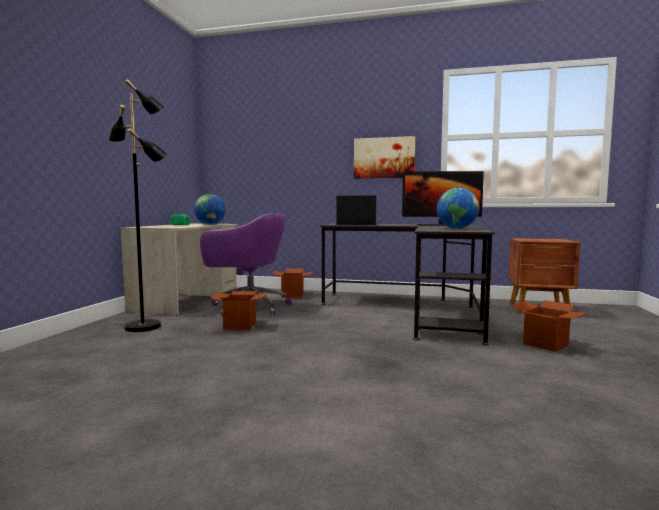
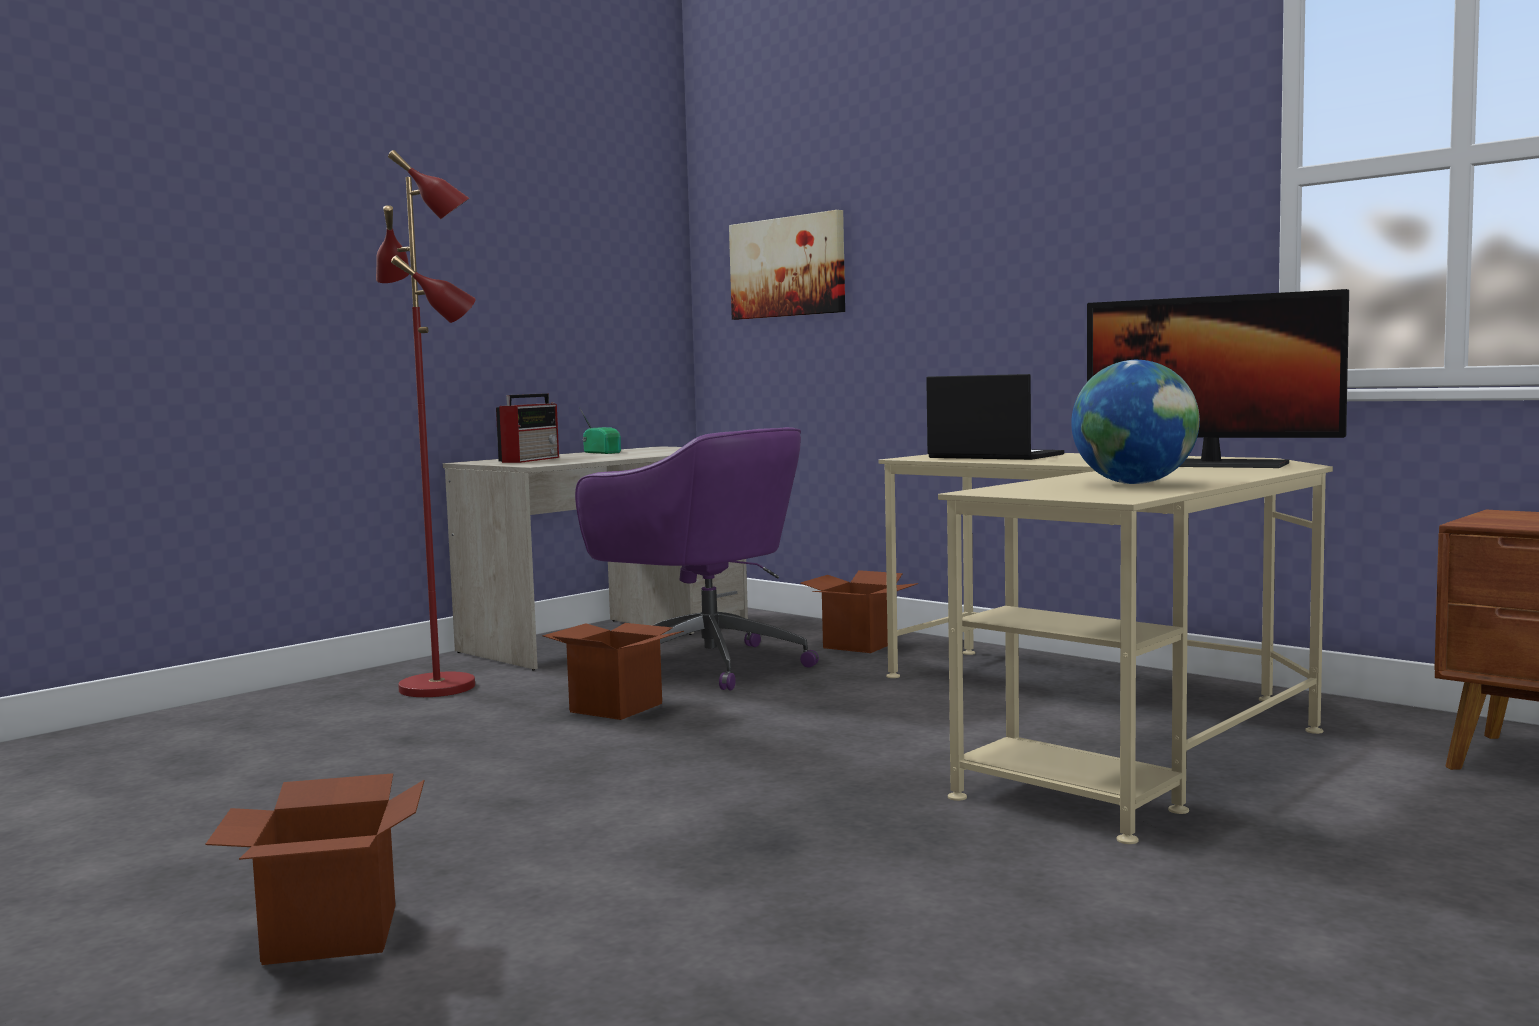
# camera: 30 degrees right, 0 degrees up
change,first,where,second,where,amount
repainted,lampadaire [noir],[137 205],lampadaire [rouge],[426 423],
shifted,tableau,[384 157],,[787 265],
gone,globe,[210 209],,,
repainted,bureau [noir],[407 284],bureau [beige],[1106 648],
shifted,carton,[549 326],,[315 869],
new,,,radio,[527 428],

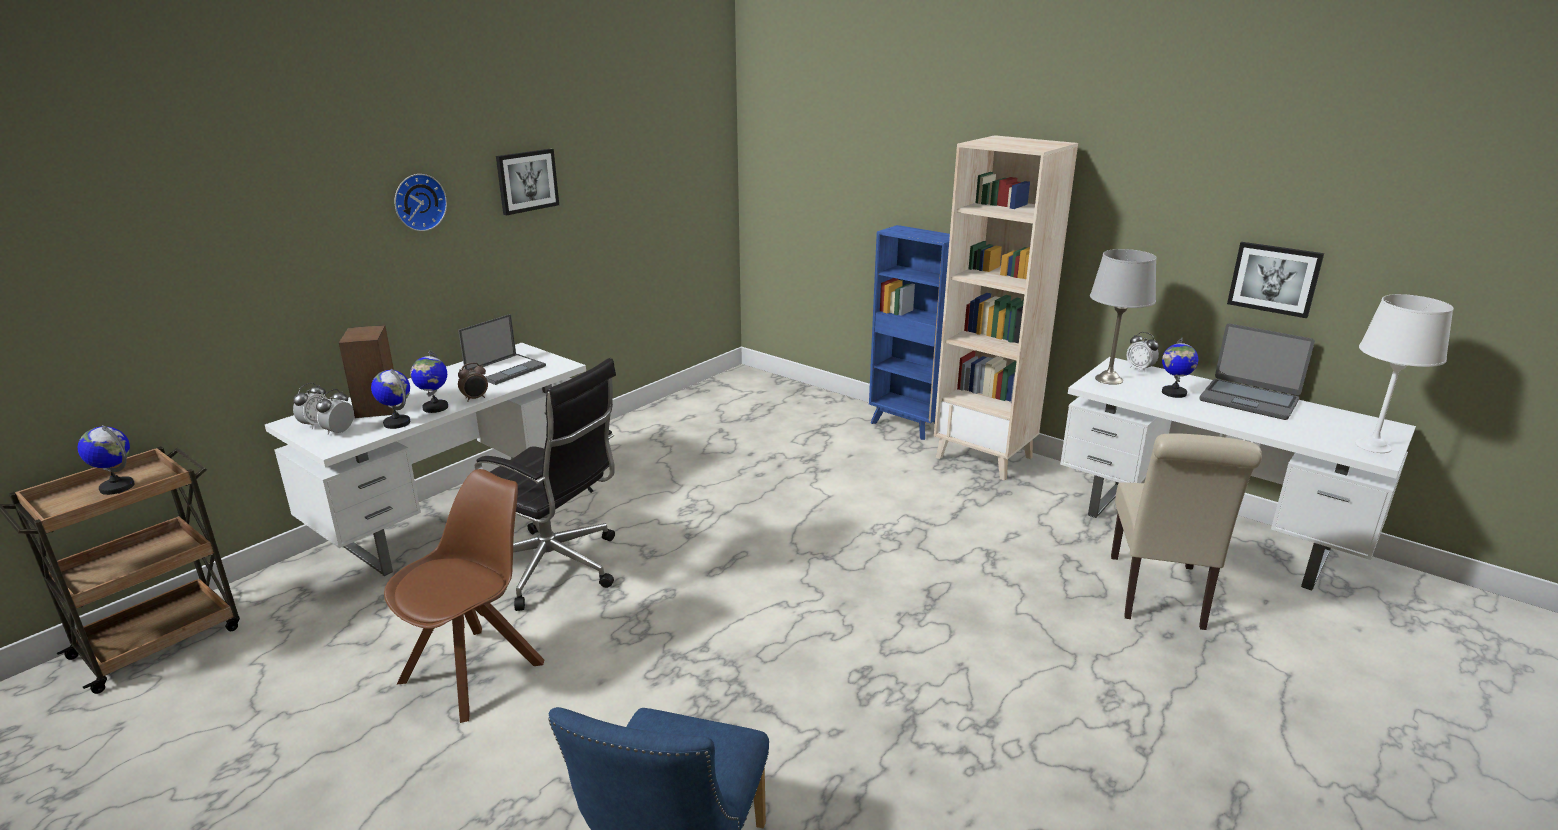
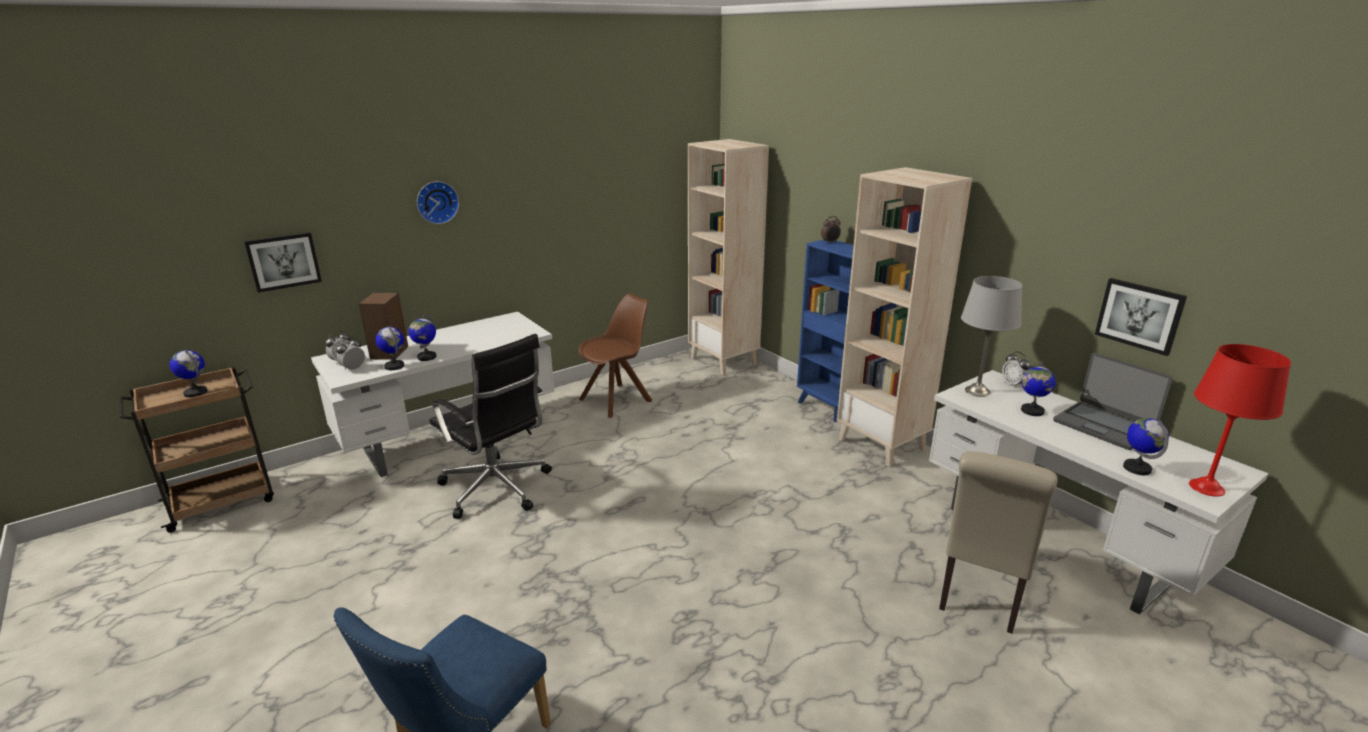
# camera: 15 degrees right, 0 degrees up
change,first,where,second,where,amount
shifted,tableau,[527 182],,[283 262],
repainted,lampe de table [blanc],[1404 373],lampe de table [rouge],[1240 420],
gone,ordinateur portable,[502 349],,,
shifted,réveil,[473 382],,[831 230],
shifted,chaise [marron],[464 596],,[615 355],
new,,,bibliothèque [beige],[728 257],
new,,,globe,[1146 446],

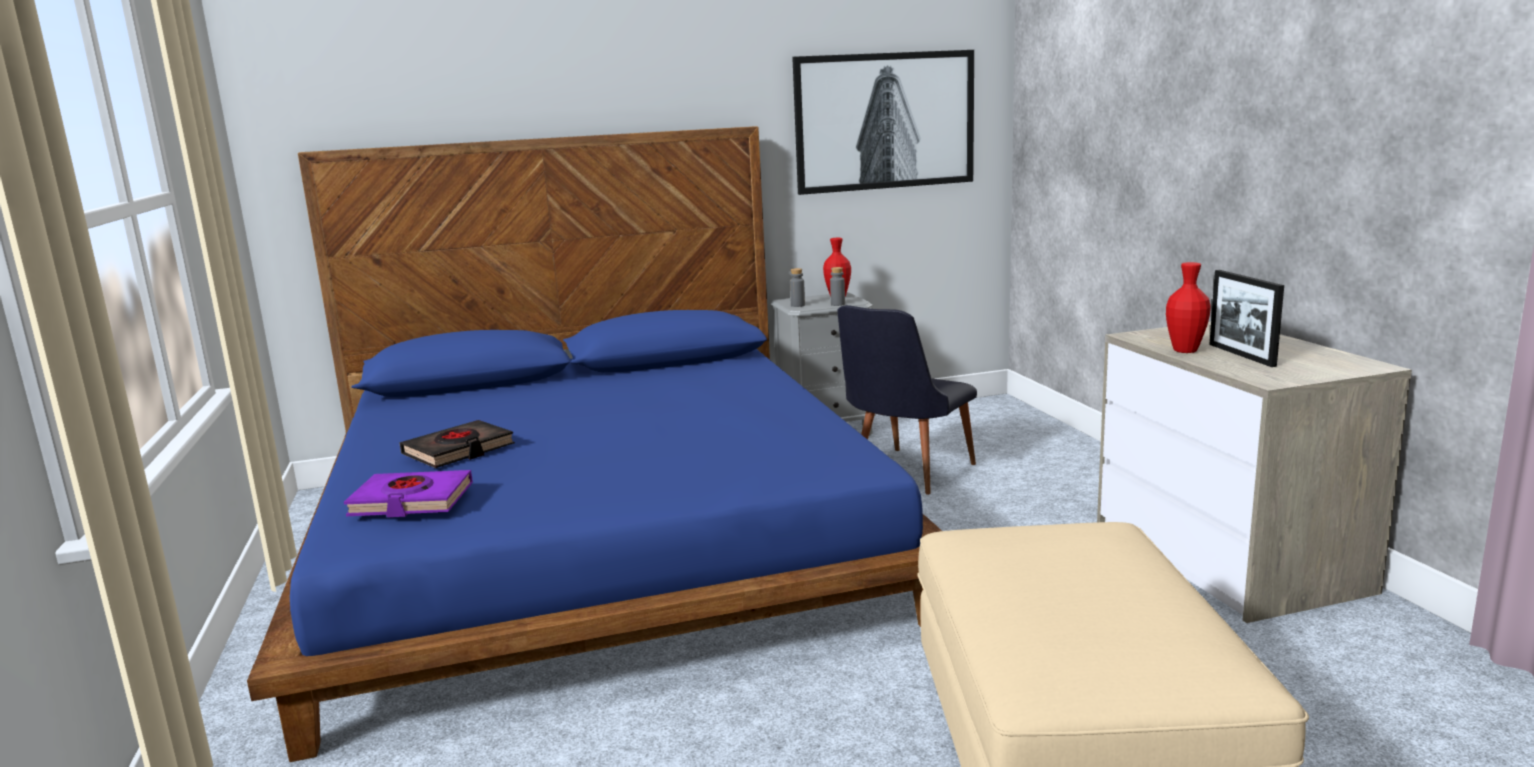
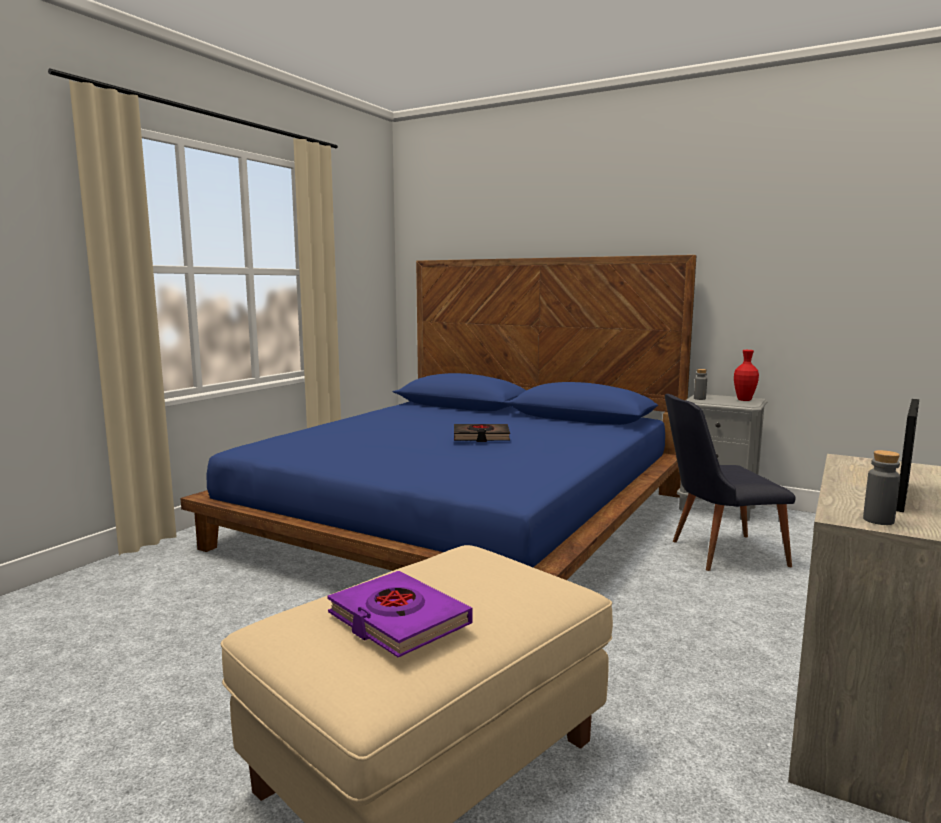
# camera: 45 degrees right, 5 degrees down
change,first,where,second,where,amount
gone,tableau,[883 122],,,
gone,vase [rouge],[1188 307],,,
shifted,bouteille [gris],[837 286],,[881 487],
shifted,livre [noir],[457 444],,[482 433],
shifted,livre [violet],[408 493],,[399 614],

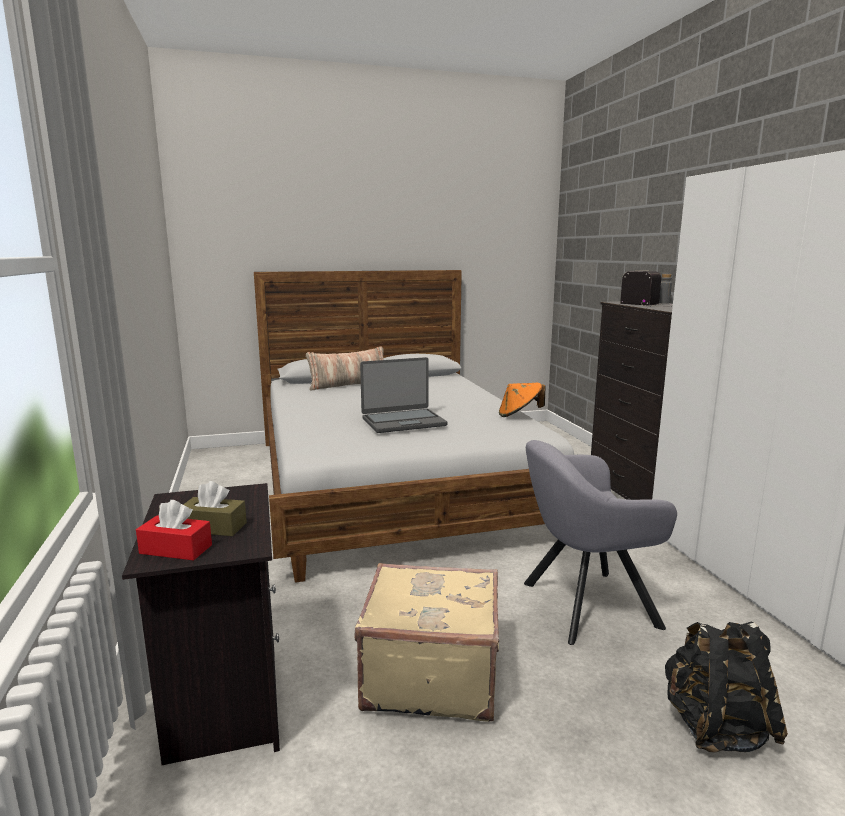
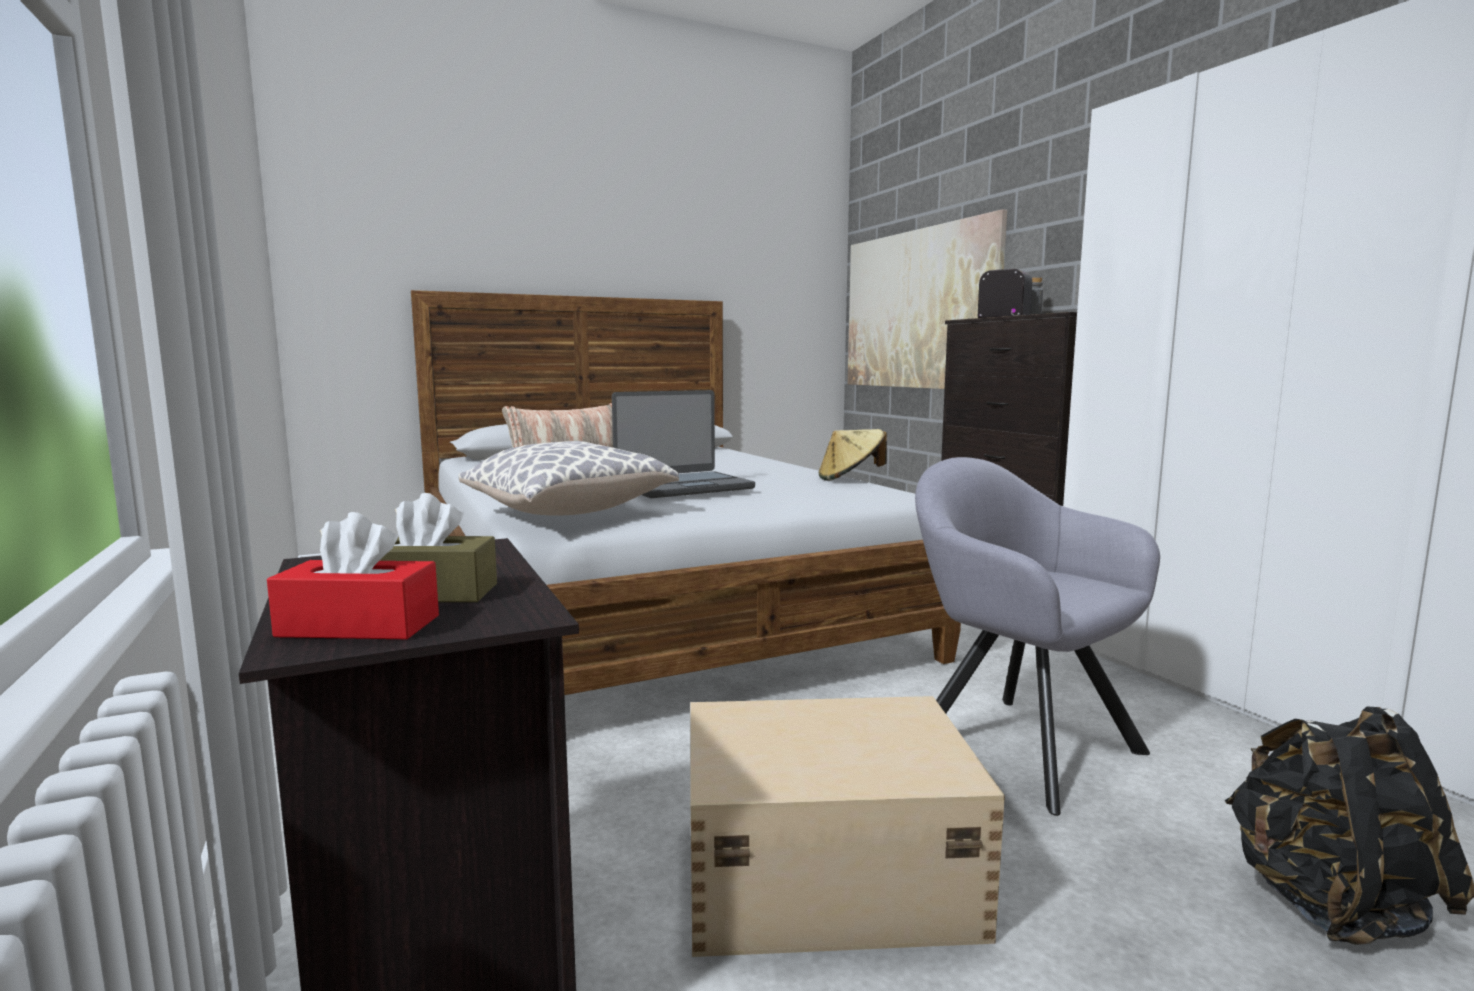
# camera: 10 degrees left, 5 degrees down
change,first,where,second,where,amount
repainted,chapeau [orange],[522 400],chapeau [beige],[853 455],
rotated,fauteuil [gris],[600 542],,[1037 636],75 degrees clockwise
swapped,valise [beige],[426 642],boîte de rangement [beige],[847 826],
new,,,tableau,[927 299],
new,,,coussin,[569 478],

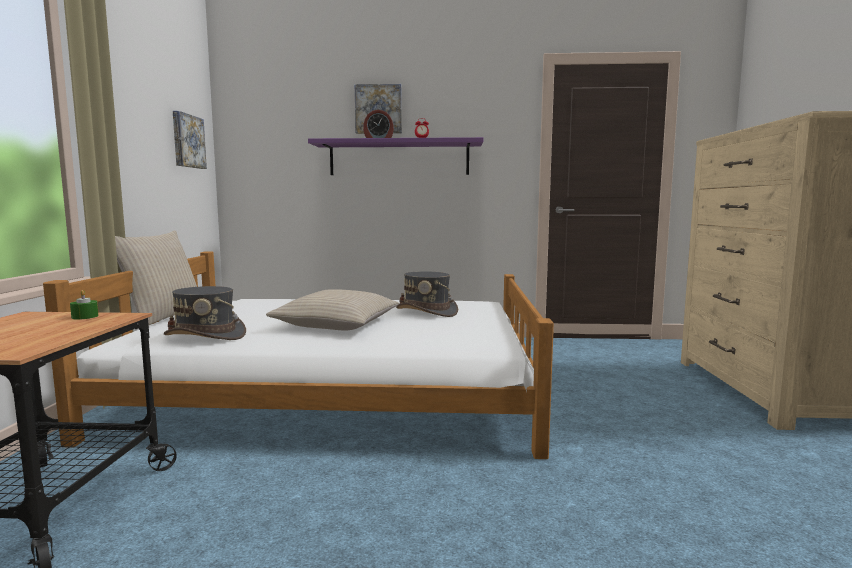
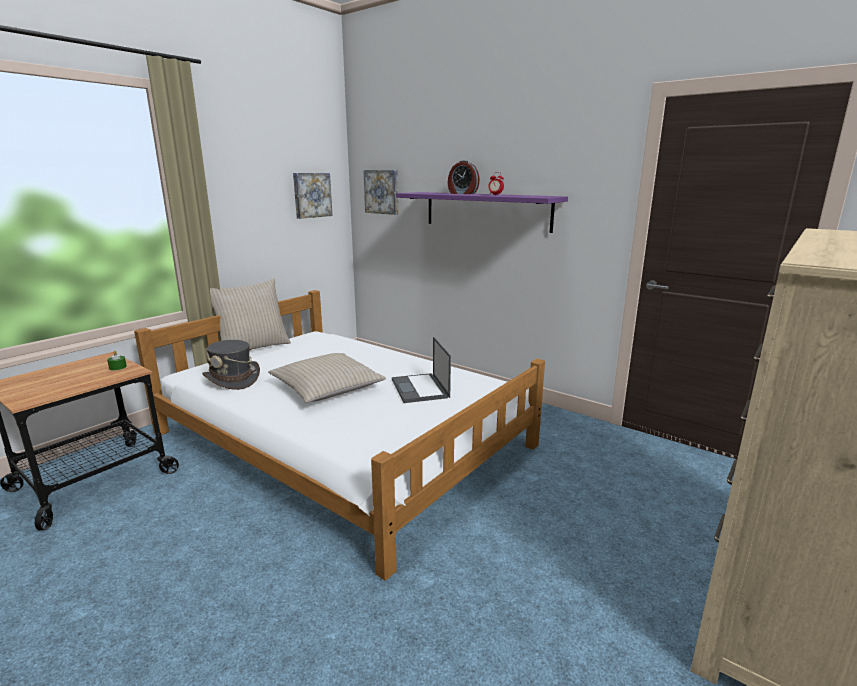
# camera: 35 degrees right, 10 degrees up
change,first,where,second,where,amount
shifted,tableau,[378 109],,[381 192],
swapped,chapeau [gris],[427 294],ordinateur portable,[421 370],

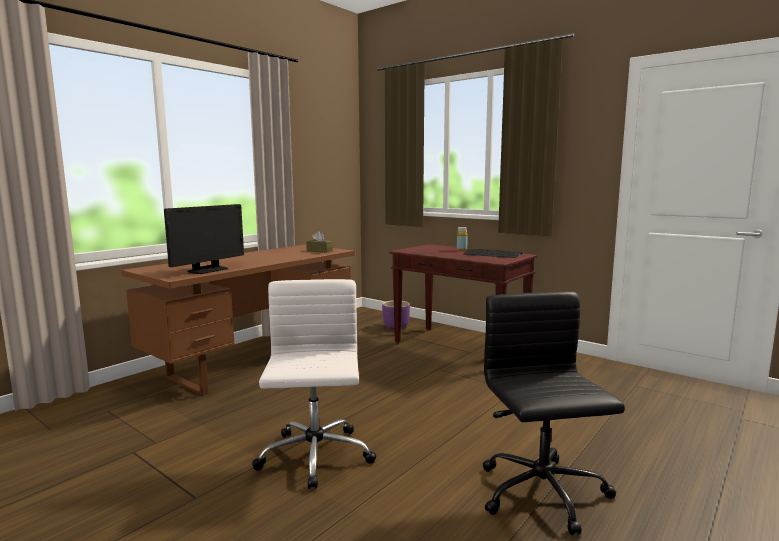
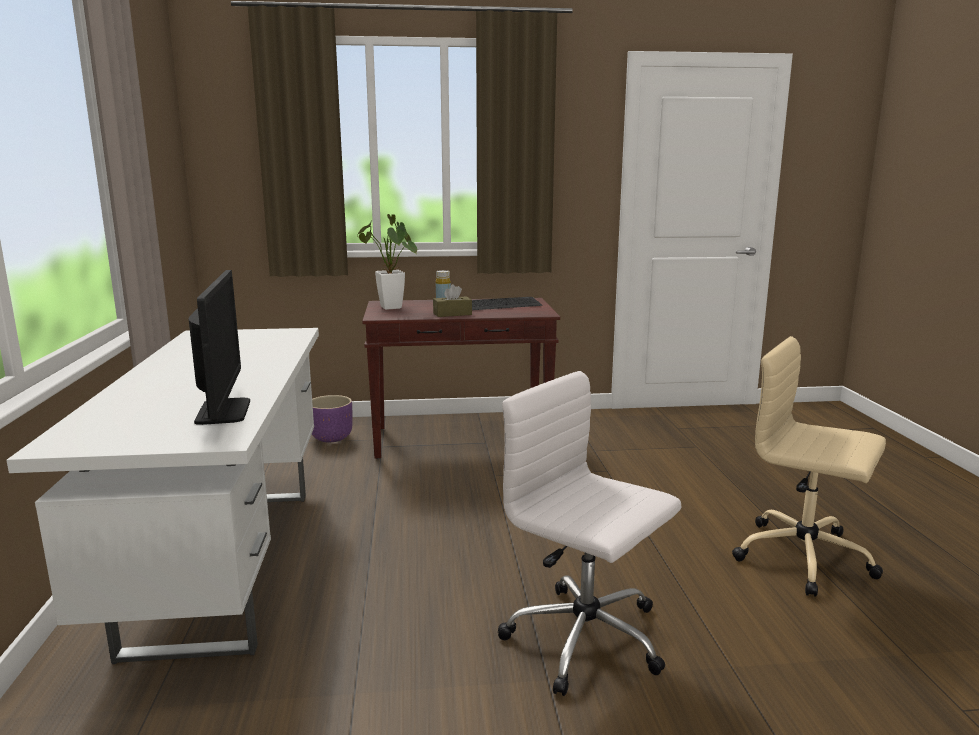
# camera: 45 degrees left, 5 degrees up
change,first,where,second,where,amount
shifted,boîte à mouchoirs [marron],[319 242],,[452 300],
repainted,bureau [marron],[238 320],bureau [blanc],[162 496],
repainted,chaise de bureau [noir],[554 413],chaise de bureau [beige],[809 466],
new,,,plante en pot,[387 262],

